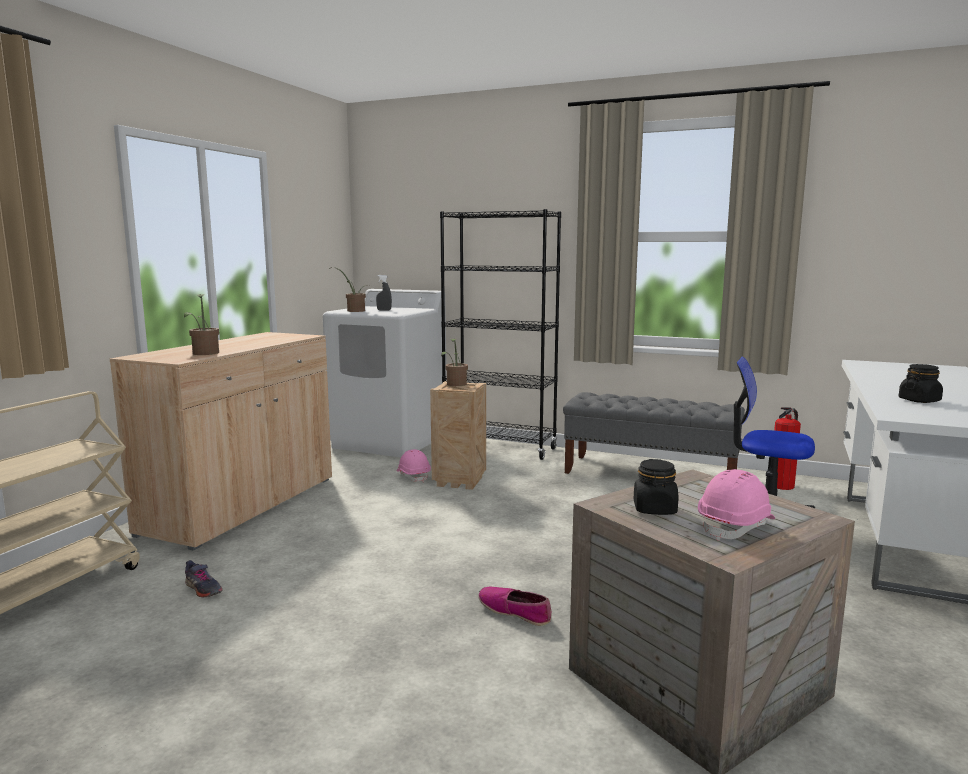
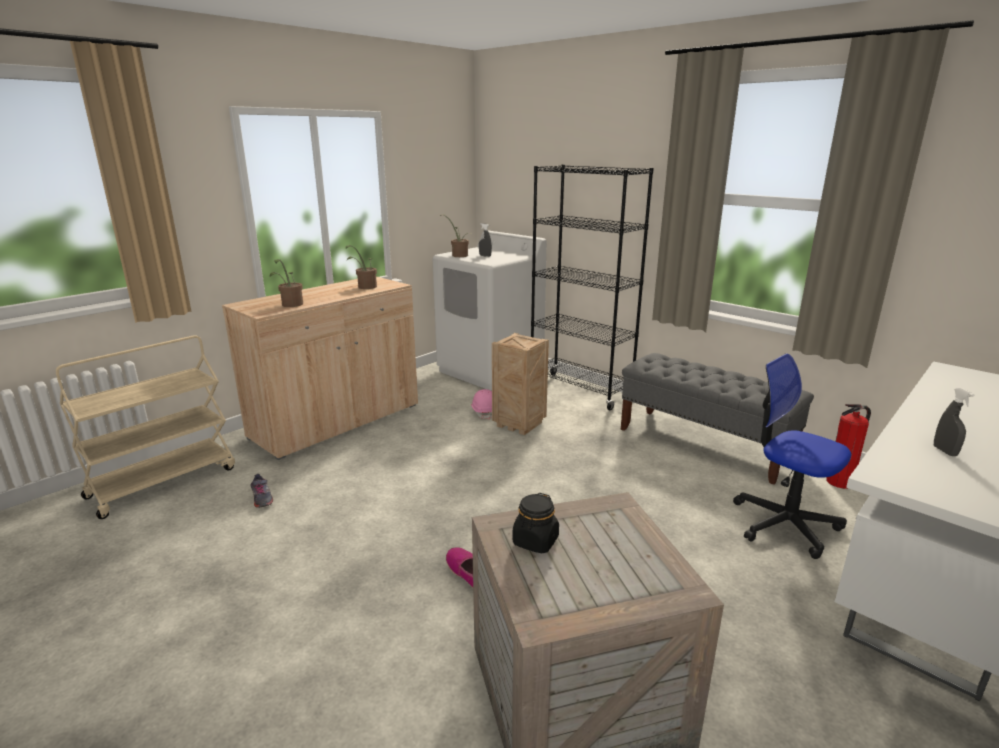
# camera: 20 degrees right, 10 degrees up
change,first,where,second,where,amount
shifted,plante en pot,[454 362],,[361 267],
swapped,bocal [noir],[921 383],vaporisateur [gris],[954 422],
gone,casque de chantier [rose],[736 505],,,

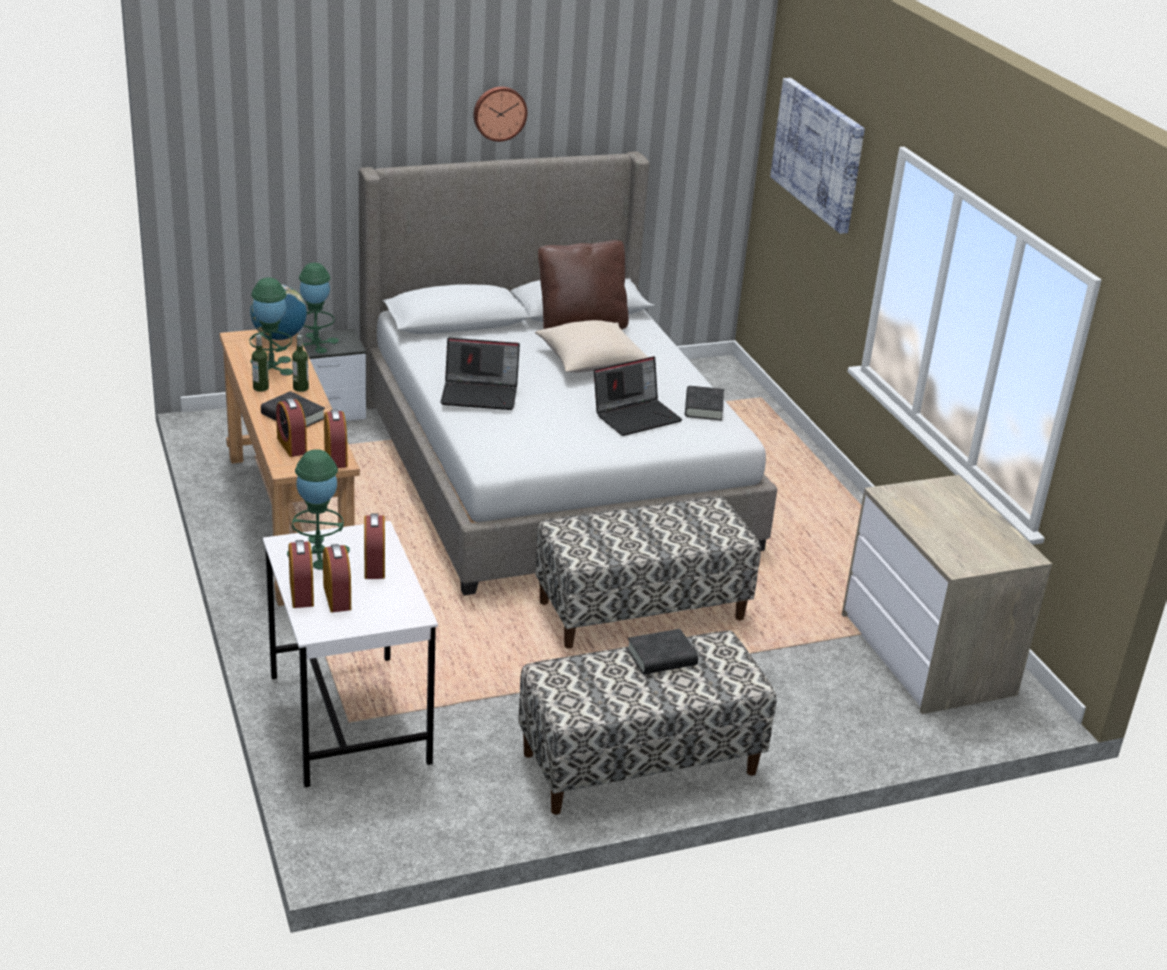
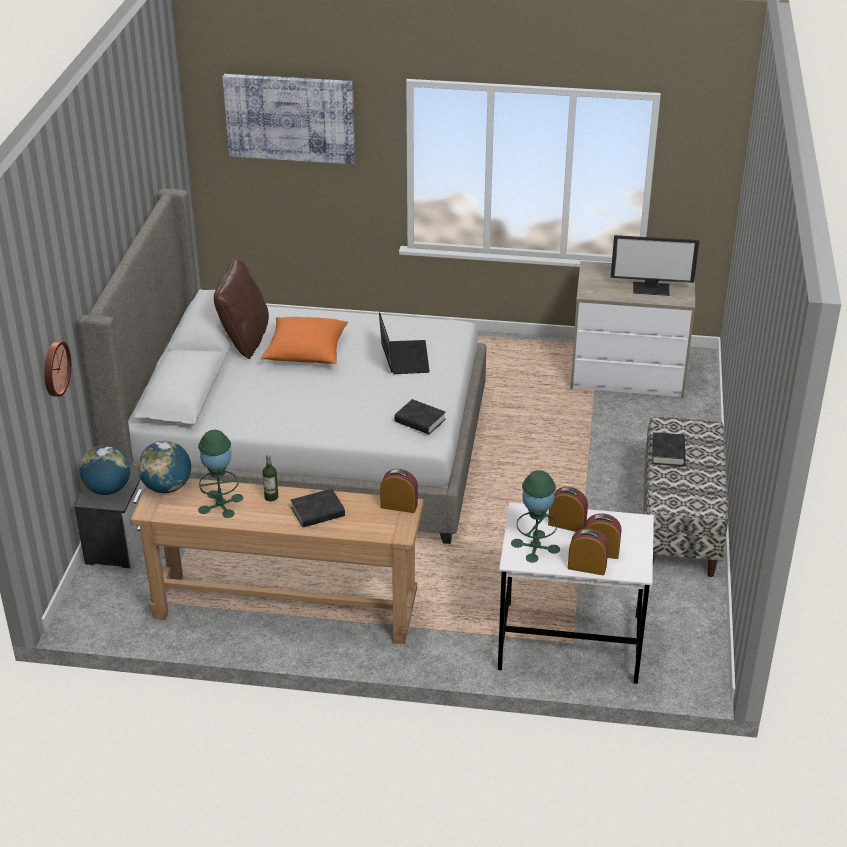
# camera: 60 degrees left, 5 degrees up
change,first,where,second,where,amount
shifted,horloge murale,[500 114],,[57 369],
swapped,lampe de table [vert],[319 308],globe,[105 470],
repainted,coussin [beige],[591 346],coussin [orange],[304 340],
gone,bouteille,[260 363],,,
gone,ordinateur portable,[480 374],,,
shifted,livre [noir],[704 403],,[420 416],
gone,réveil,[291 427],,,
gone,banc,[648 572],,,
new,,,écran d'ordinateur,[655 265],

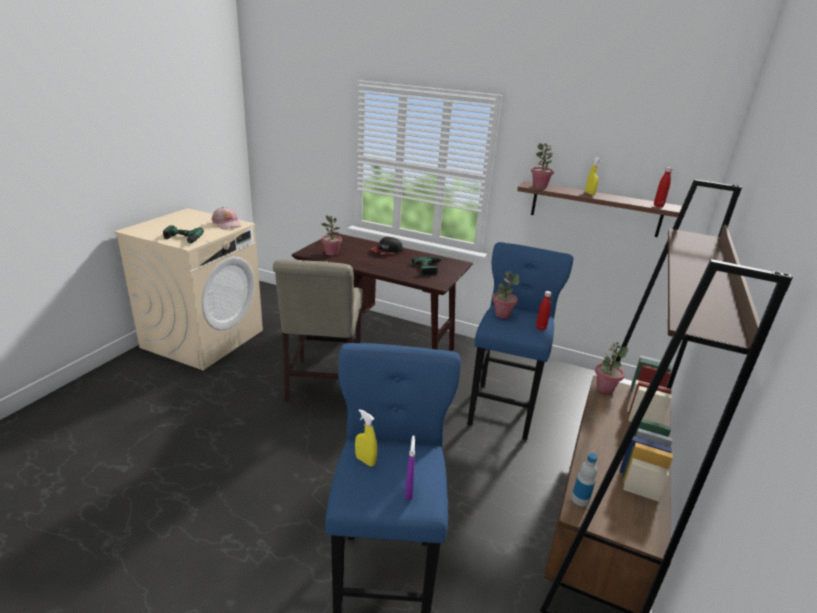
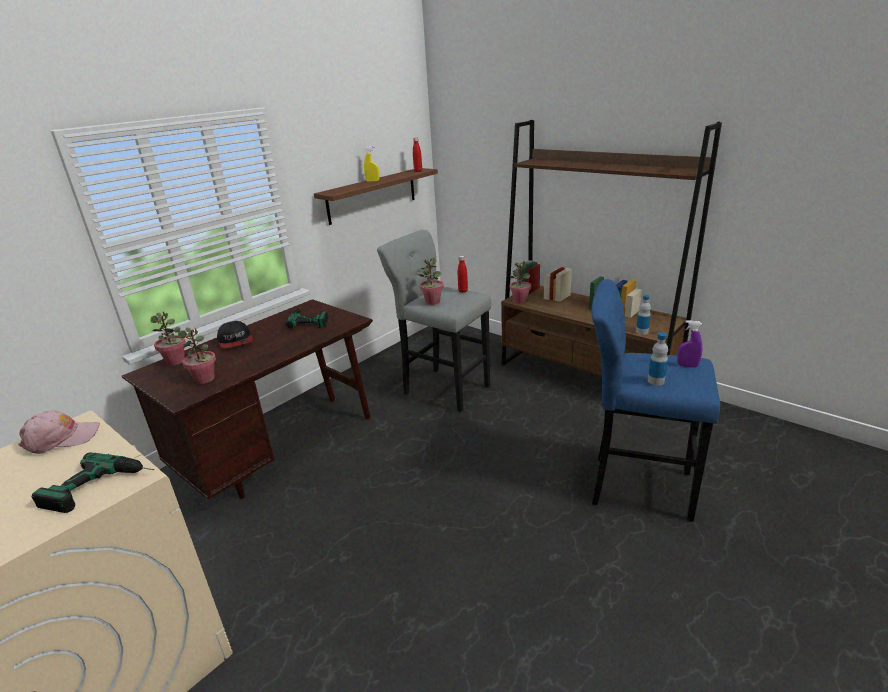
# camera: 70 degrees left, 0 degrees up
change,first,where,second,where,amount
shifted,plante en pot,[542 166],,[168 339],
repainted,tabouret [bleu],[520 341],tabouret [gris],[434 321],
gone,chaise [beige],[318 332],,,
swapped,vaporisateur [jaune],[366 437],bouteille,[658 358],

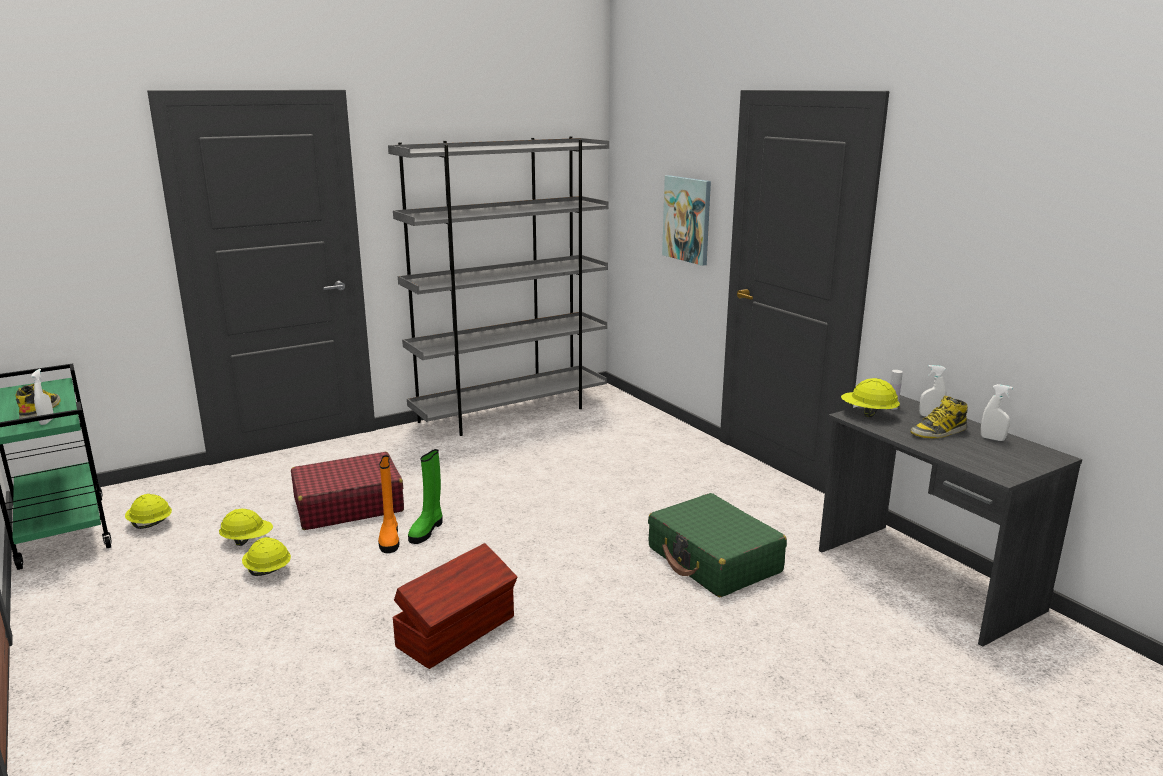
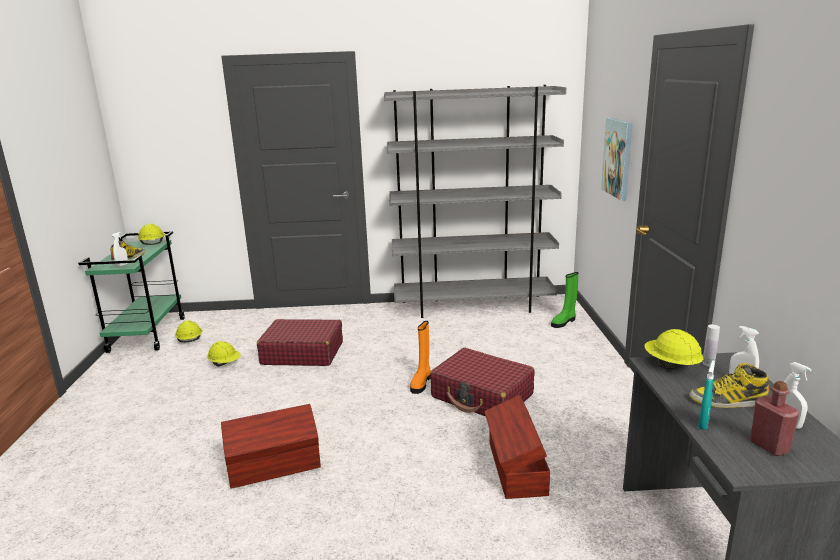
# camera: 30 degrees right, 0 degrees up
change,first,where,second,where,amount
shifted,botte [vert],[425 496],,[564 300],
shifted,botte [orange],[389 504],,[420 357],
swapped,valise [vert],[717 545],boîte de rangement [marron],[517 447],
shifted,casque de chantier [jaune],[266 556],,[151 234],
new,,,valise [rouge],[482 382],
new,,,vaporisateur [turquoise],[706 395],
new,,,bouteille [rouge],[774 418],

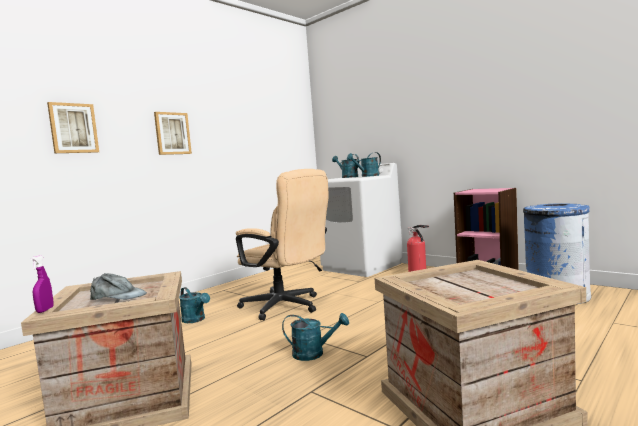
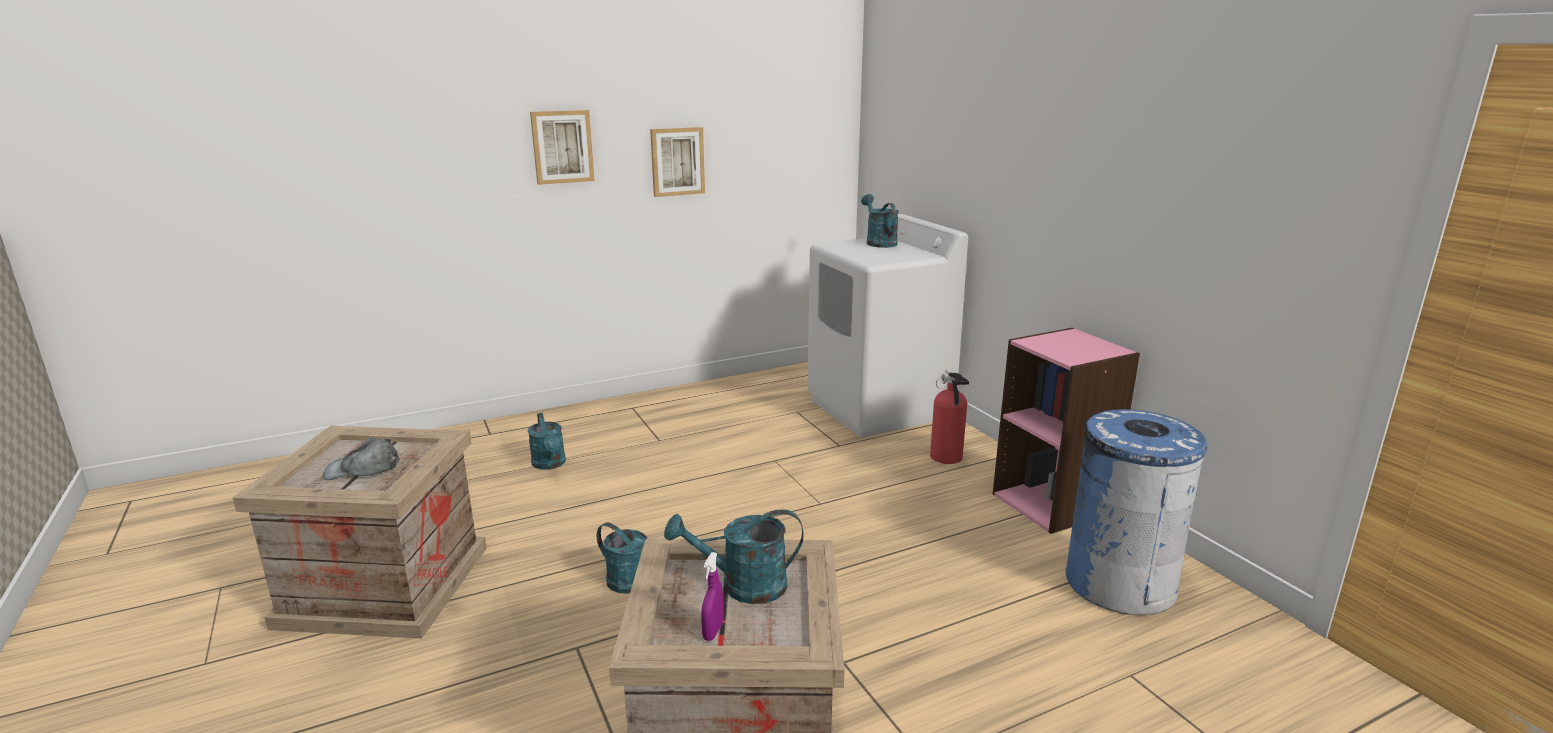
# camera: 20 degrees right, 15 degrees up
change,first,where,second,where,amount
shifted,tableau,[73 127],,[677 162],
shifted,arrosoir [turquoise],[364 164],,[734 556],
gone,chaise de bureau [beige],[282 244],,,
shifted,vaporisateur [violet],[41 284],,[712 596],
rotated,casquette [gris],[118 286],,[361 458],135 degrees clockwise

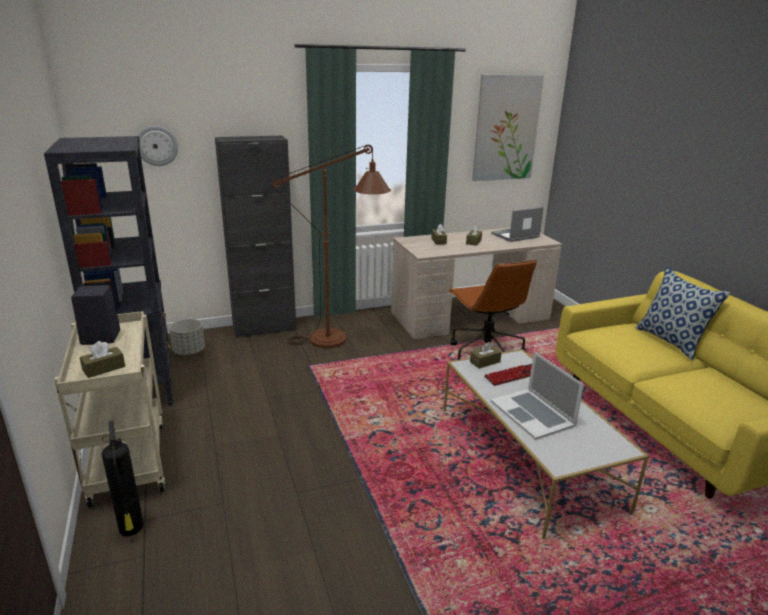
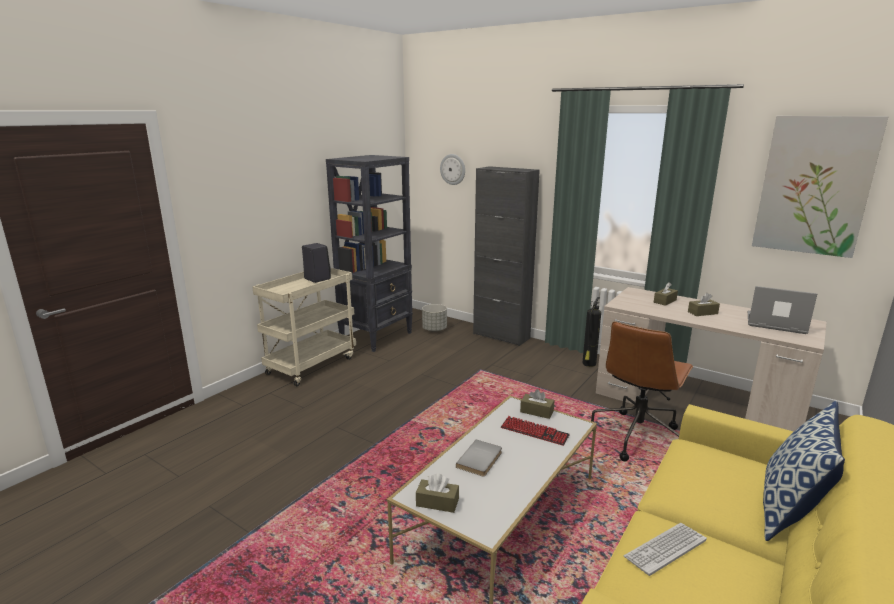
# camera: 55 degrees right, 5 degrees down
change,first,where,second,where,amount
gone,lampadaire [marron],[331 246],,,
shifted,boîte à mouchoirs [marron],[102 359],,[437 493],
swapped,ordinateur portable,[537 395],livre [gris],[479 458],
shifted,extincteur,[123 478],,[591 332],
new,,,clavier,[665 549],

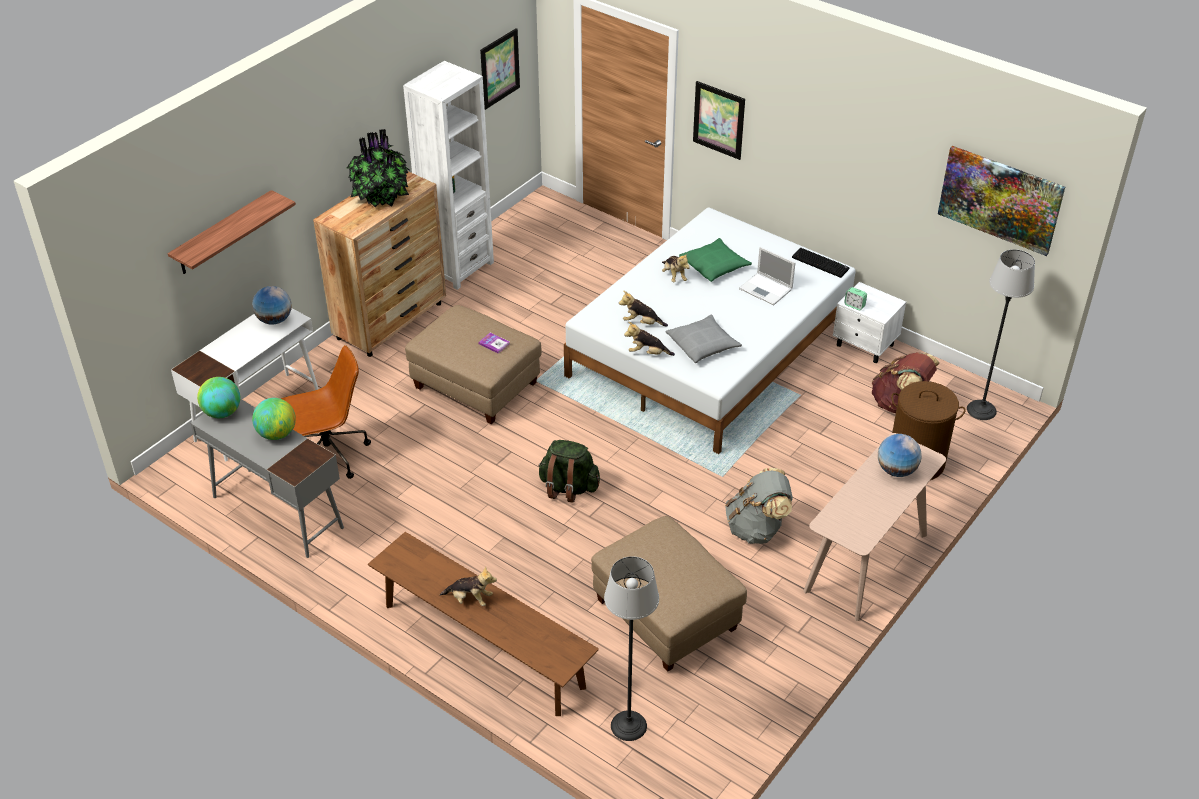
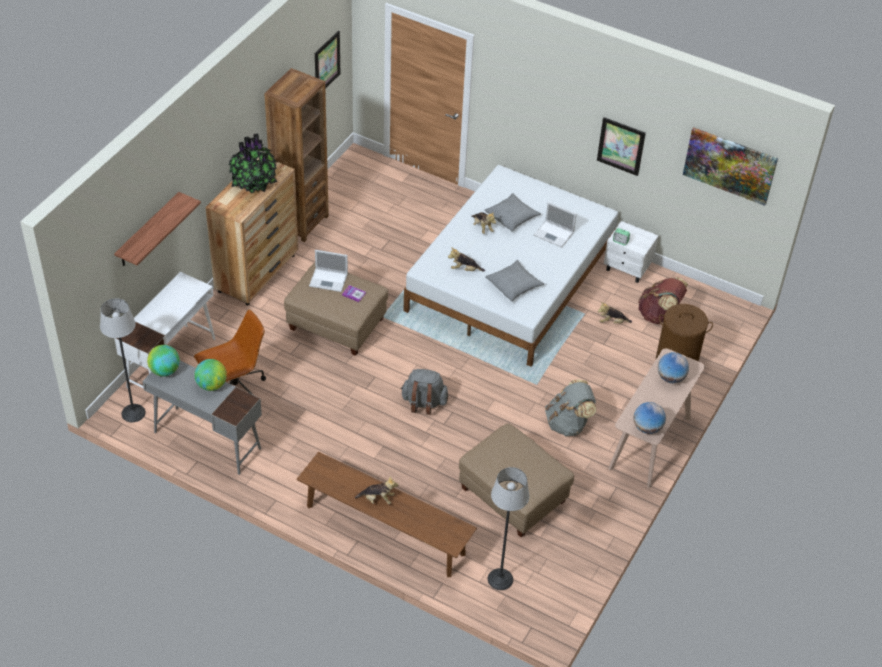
# camera: 10 degrees left, 5 degrees up
change,first,where,second,where,amount
repainted,bibliothèque [blanc],[448 175],bibliothèque [marron],[296 155],
shifted,tableau,[719 120],,[621 146],
repainted,coussin [vert],[715 260],coussin [gris],[512 212],
gone,clavier,[820 263],,,
shifted,lampadaire,[1001 334],,[123 360],
shifted,globe,[271 305],,[650 418],
shifted,peluche,[649 339],,[615 312],
repainted,sac à dos [vert],[569 471],sac à dos [gris],[424 392],
new,,,ordinateur portable,[328 271],

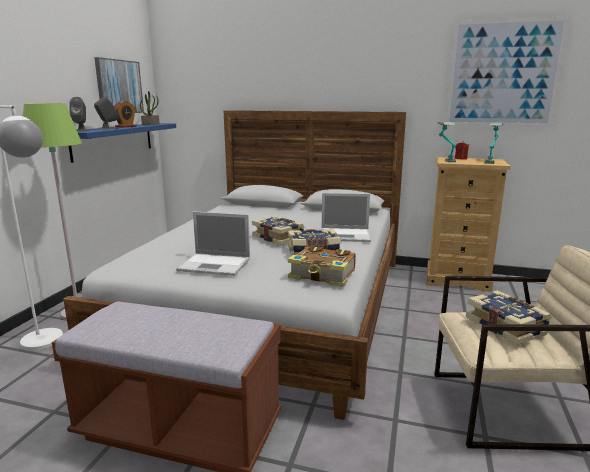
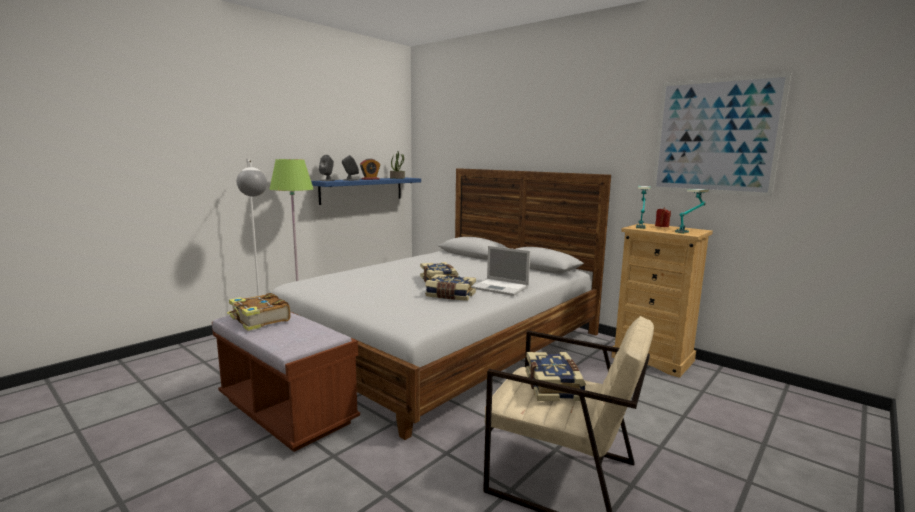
# camera: 25 degrees right, 5 degrees down
change,first,where,second,where,amount
gone,tableau,[119 85],,,
gone,ordinateur portable,[213 243],,,
shifted,livre,[322 266],,[259 312],

